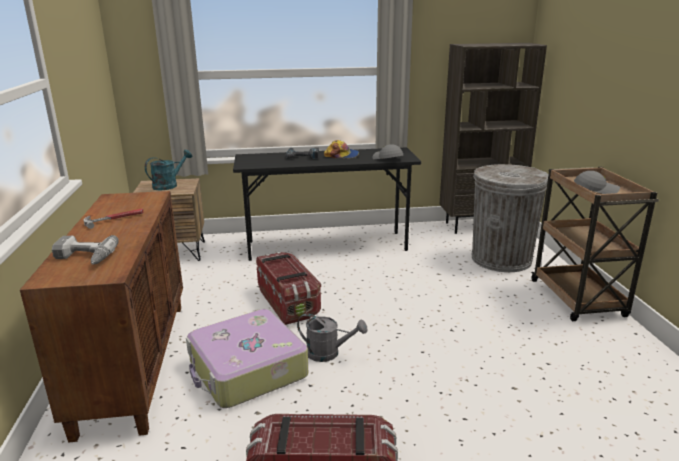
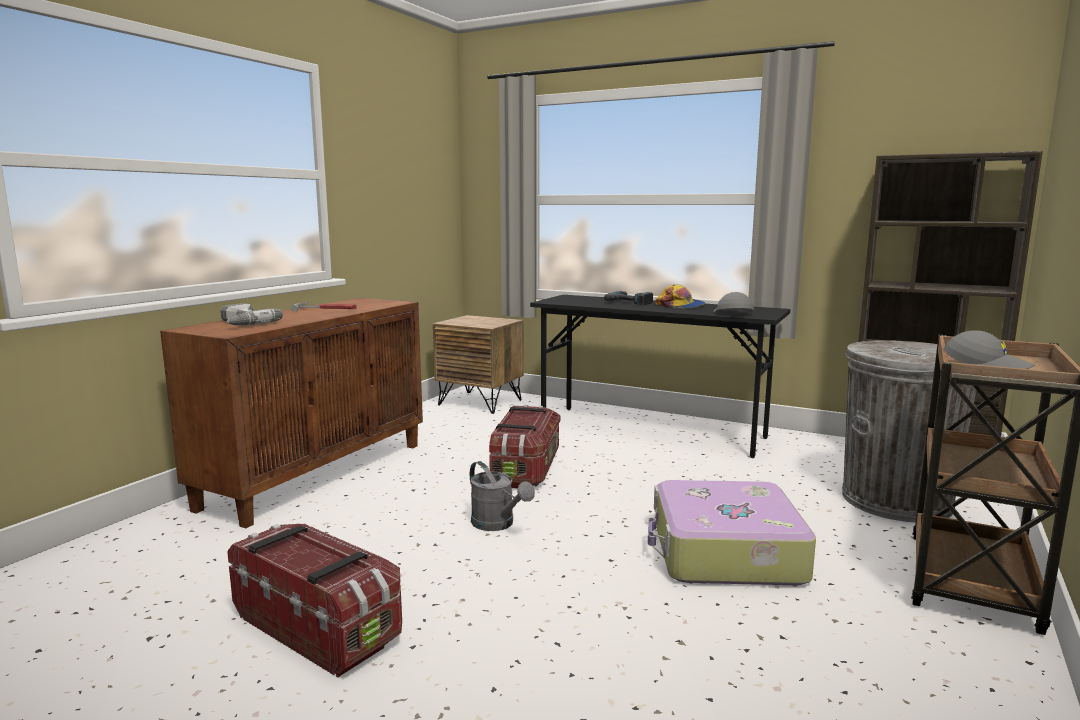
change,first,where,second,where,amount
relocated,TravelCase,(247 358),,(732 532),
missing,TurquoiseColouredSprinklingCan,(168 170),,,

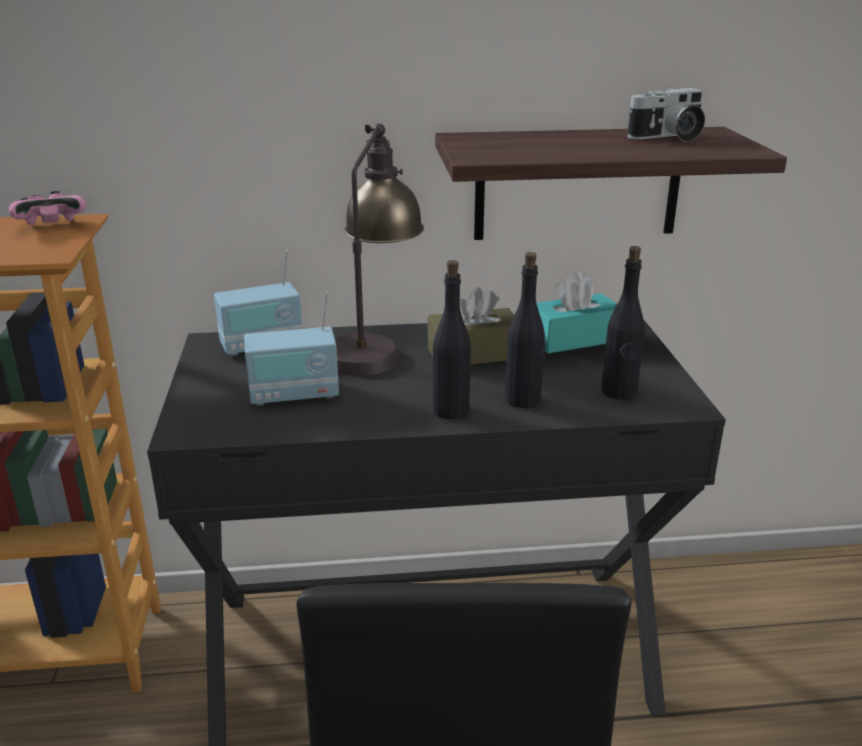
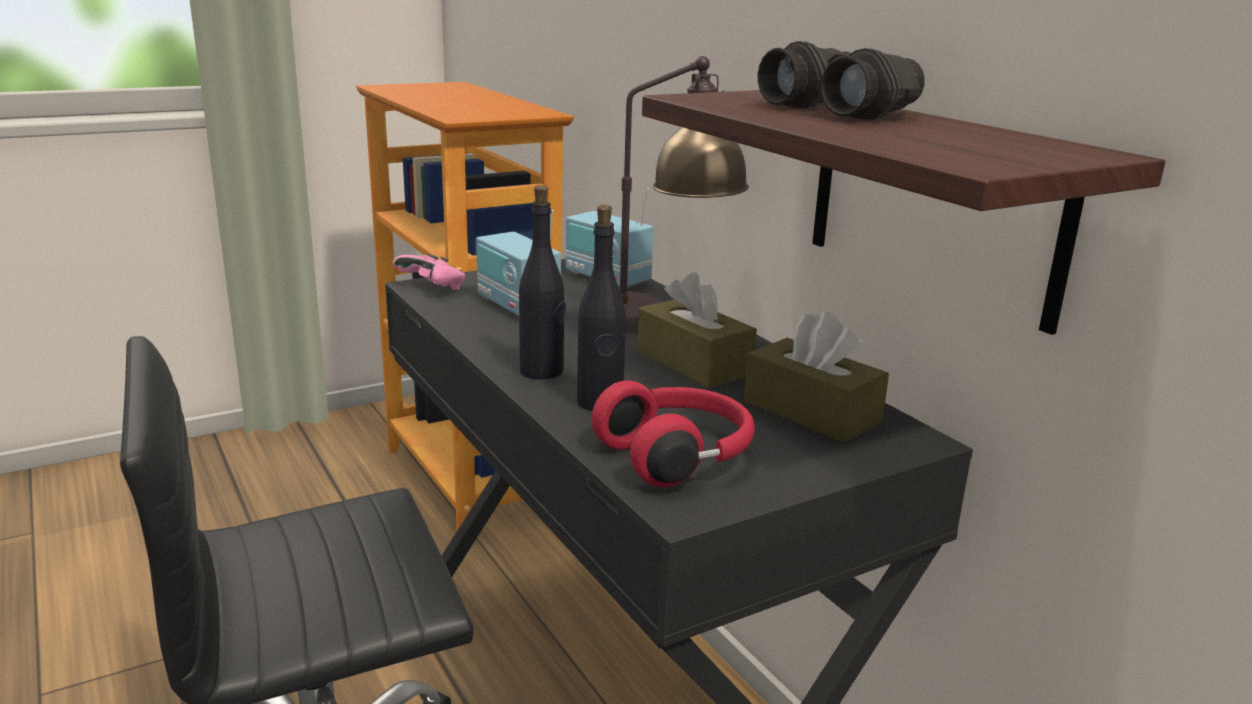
change,first,where,second,where,amount
relocated,PinkishGameController,(47 208),,(429 272),
exchanged,BlackishBottle,(623 323),ReddishHeadphones,(673 433),
colour,TurquoiseColouredBoxOfTissues,(577 312),BrownBoxOfTissues,(816 377),
appeared,,,BlackishPairOfBinoculars,(841 80),
missing,StillCamera,(666 115),,,

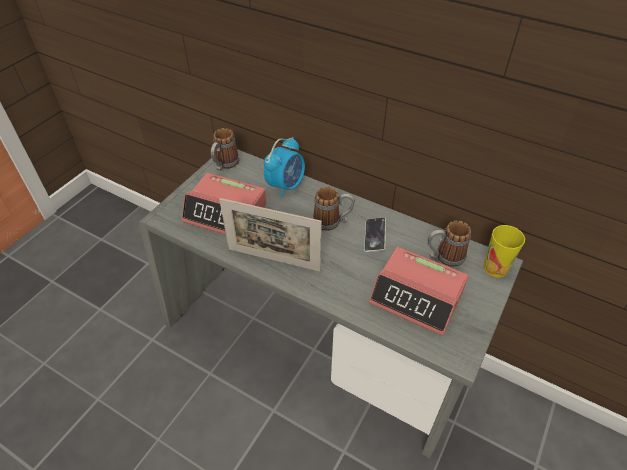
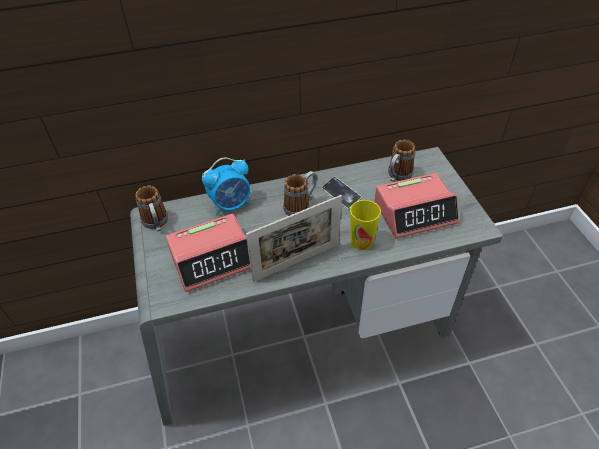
change,first,where,second,where,amount
spun,AlarmClock,(284 167),,(226 186),75 degrees clockwise
relocated,Cup,(504 251),,(365 225),

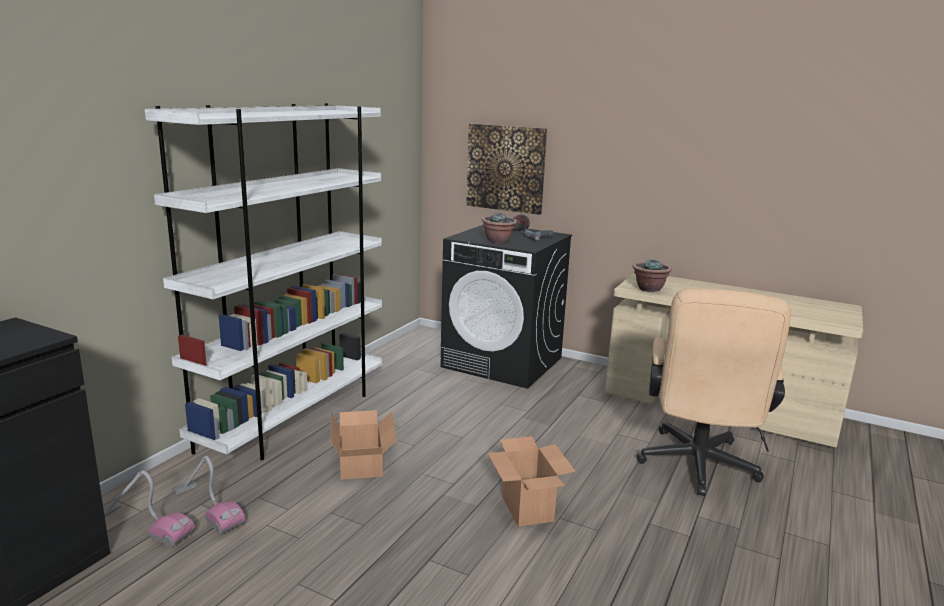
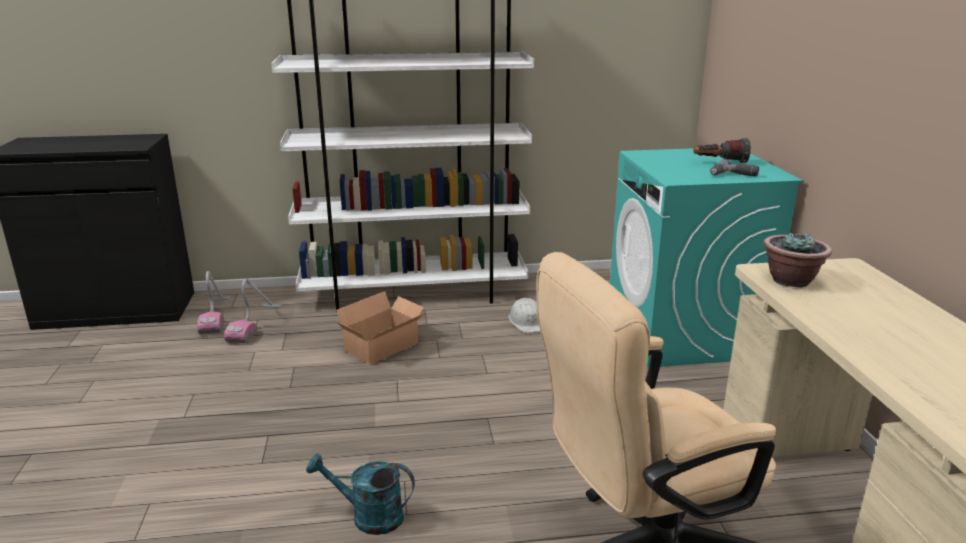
change,first,where,second,where,amount
appeared,,,TurquoiseColouredSprinklingCan,(360 494),
appeared,,,WhiteSafetyHelmet,(524 315),
colour,BlackishLaundryMachine,(506 307),TurquoiseColouredLaundryMachine,(707 257),
missing,Picture,(506 169),,,
missing,Houseplant,(499 228),,,
missing,PackingBox,(531 481),,,

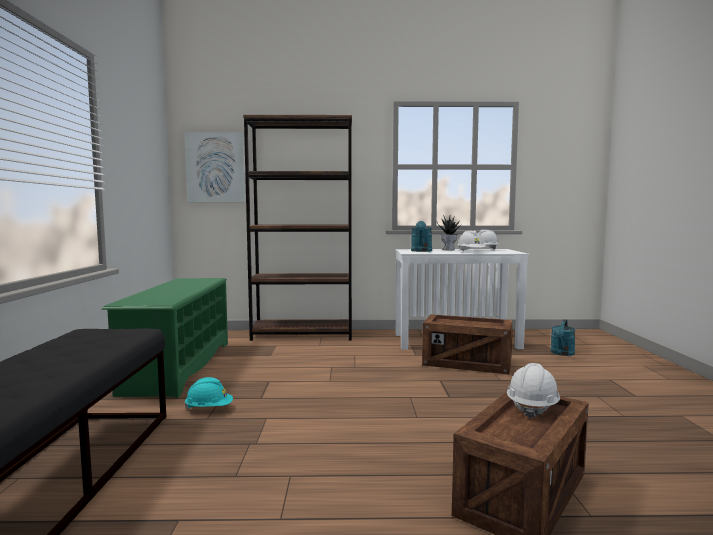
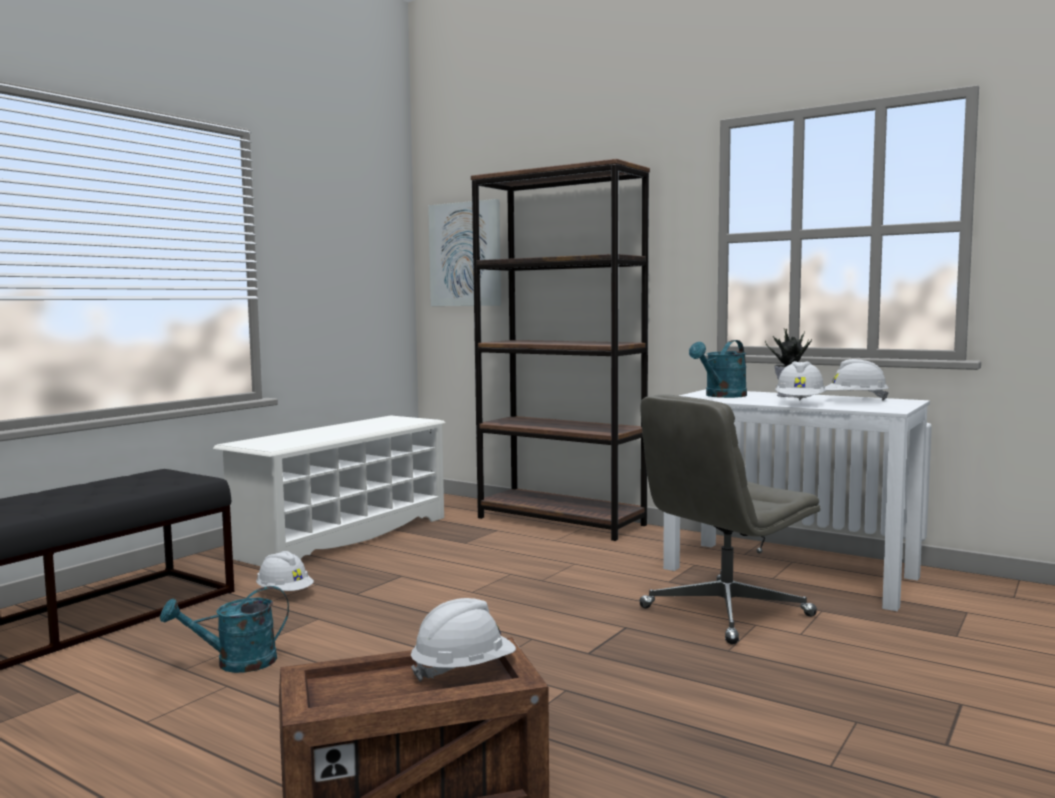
change,first,where,second,where,amount
relocated,TurquoiseColouredSprinklingCan,(563 337),,(224 629),
colour,GreenShoeStand,(165 338),WhiteShoeStand,(329 490),
colour,TurquoiseColouredSafetyHelmet,(208 393),WhiteSafetyHelmet,(285 571),
exchanged,ShippingCrate,(467 344),GreyOfficeChair,(730 519),

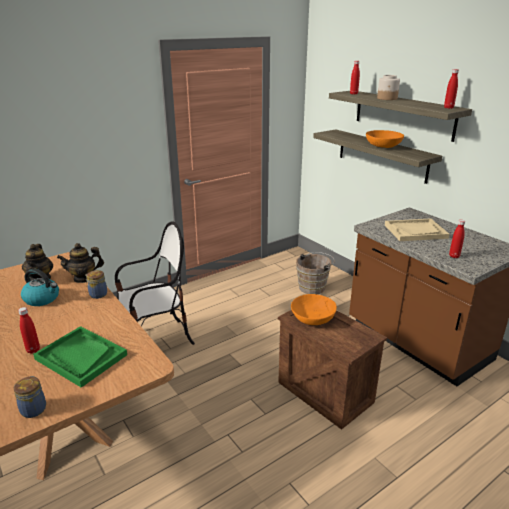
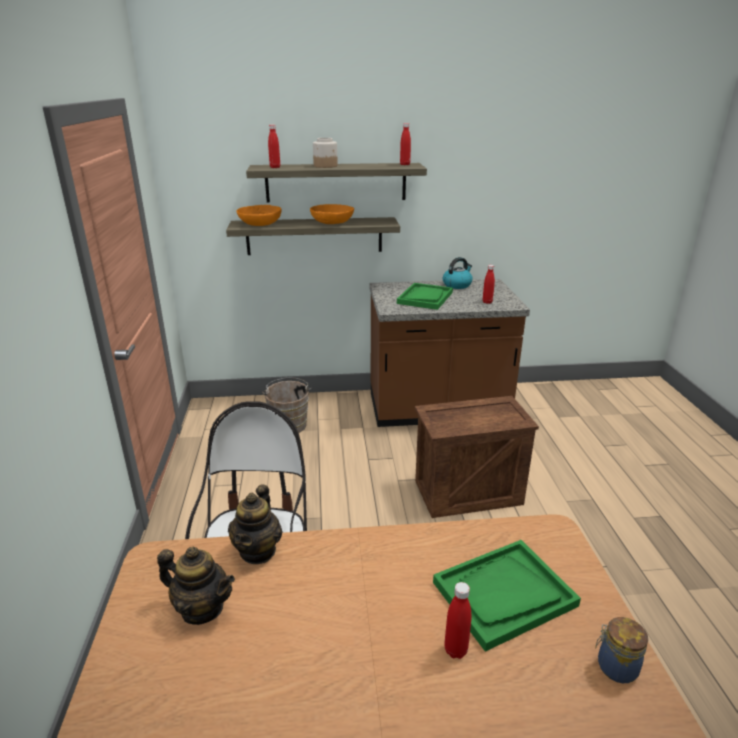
change,first,where,second,where,amount
relocated,OrangeColouredServingBowl,(314 309),,(259 215),
colour,SandColouredCarryingTray,(417 230),GreenCarryingTray,(425 296),
relocated,WaterKettle,(40 287),,(458 273),
missing,StorageJar,(96 284),,,

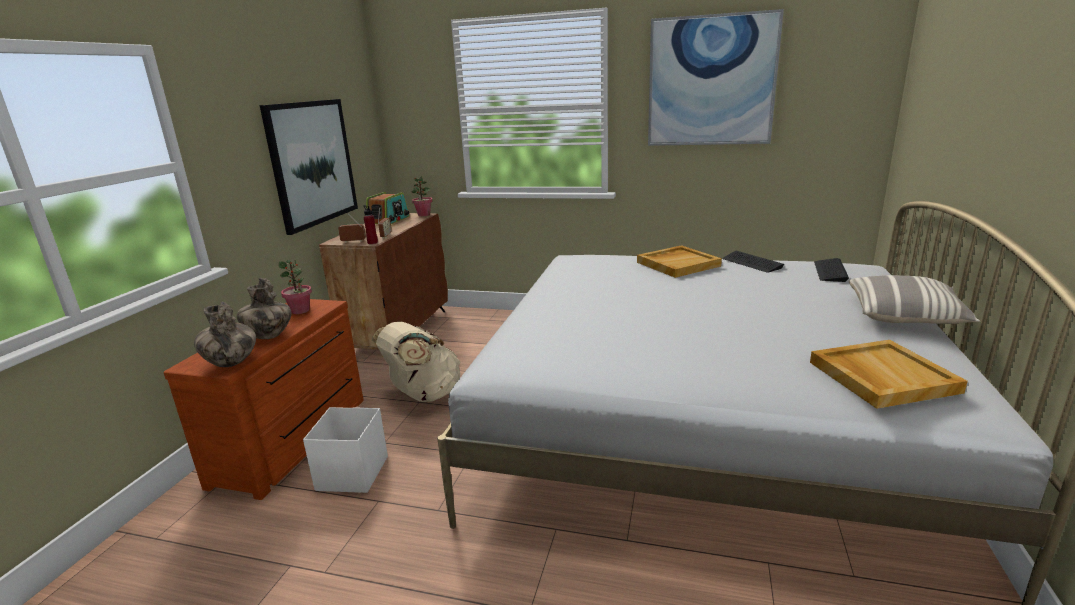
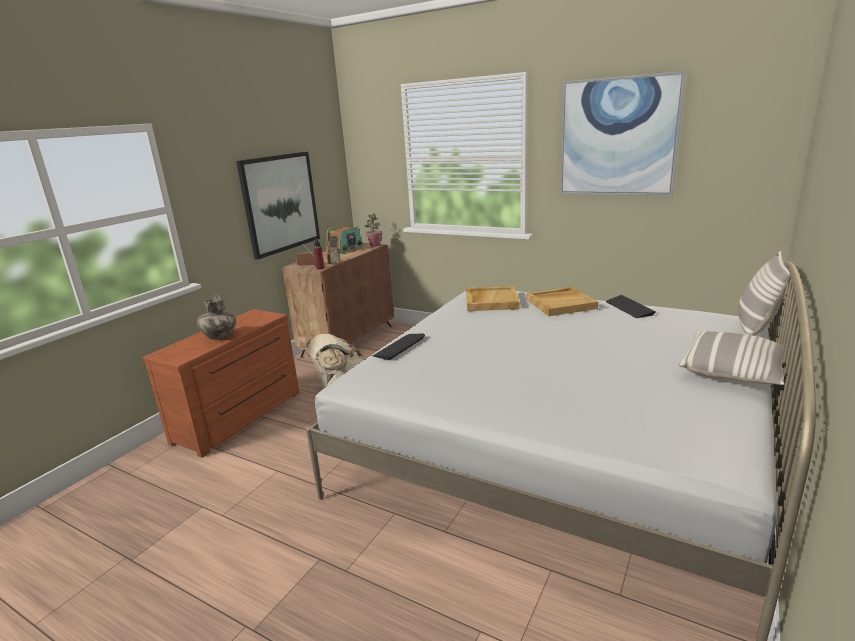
change,first,where,second,where,amount
relocated,Keyboard,(831 270),,(399 346),
relocated,SandColouredCarryingTray,(889 374),,(493 298),
appeared,,,Cushion,(764 293),
missing,FlowerVase,(225 334),,,
missing,Houseplant,(295 286),,,
missing,WhiteStorageBin,(345 450),,,

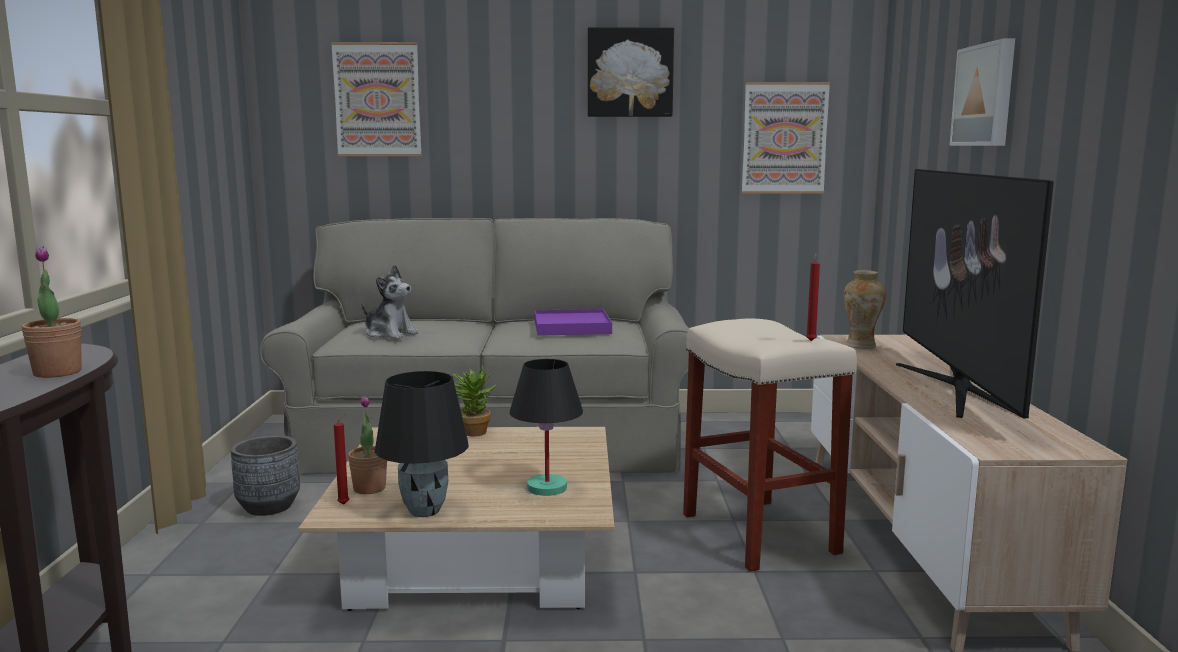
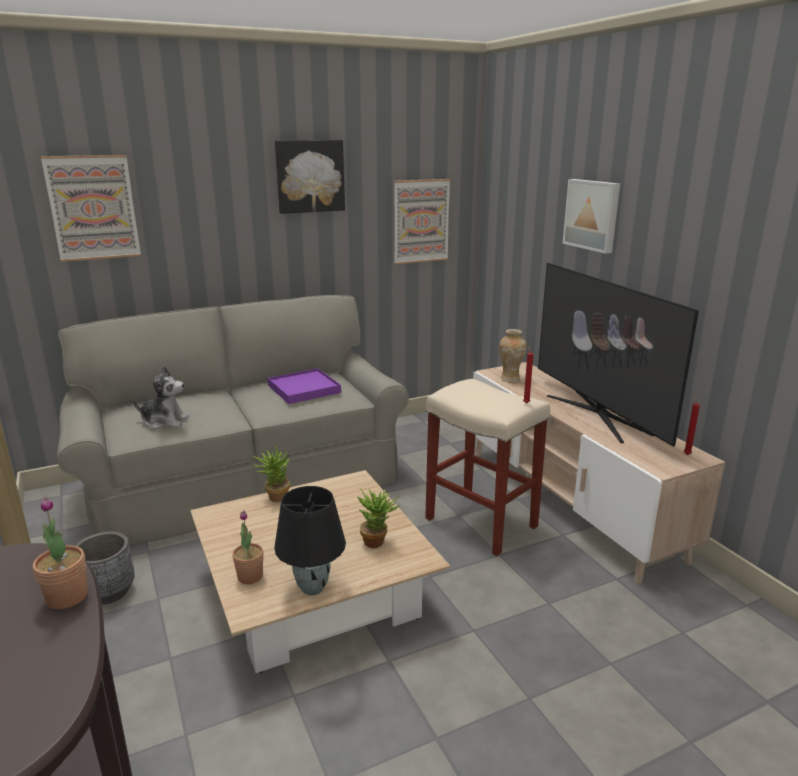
change,first,where,second,where,amount
exchanged,BlackishTableLamp,(546 427),Houseplant,(378 517),
relocated,ReddishCandle,(341 458),,(692 426),

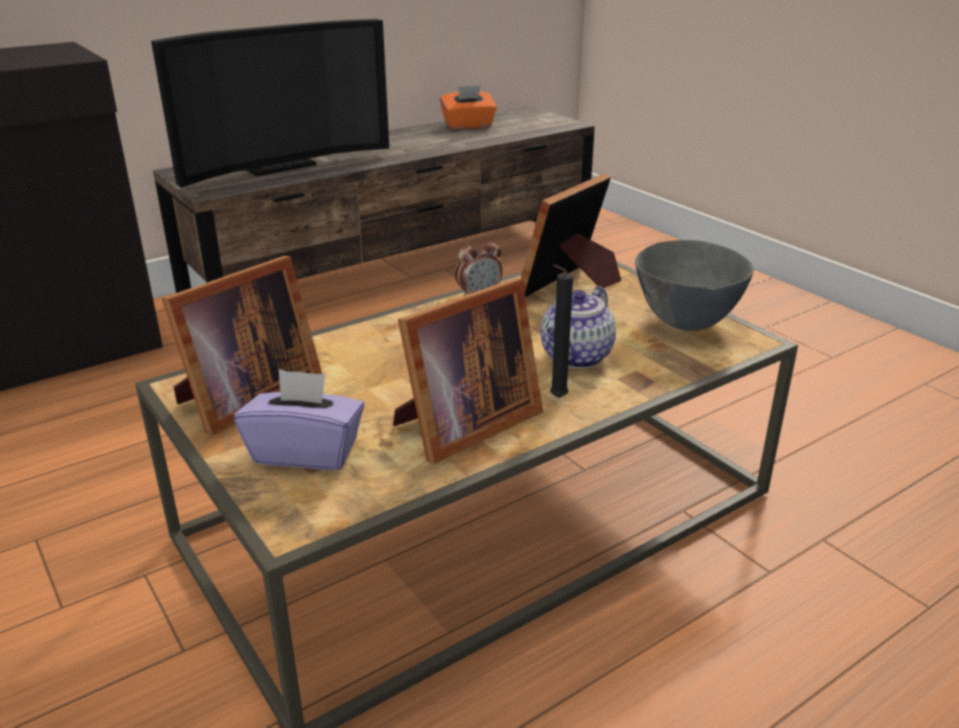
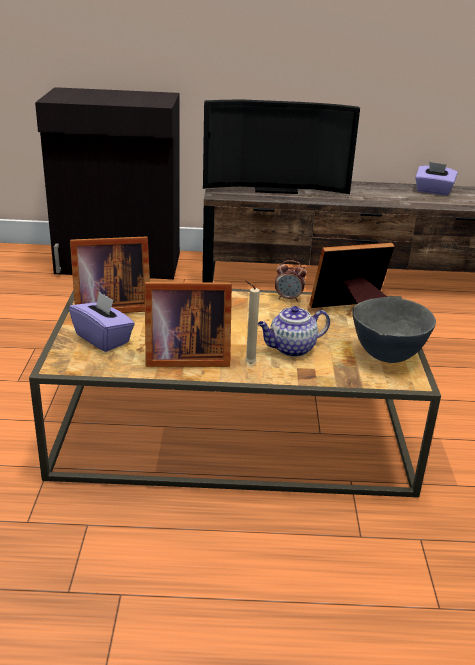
change,first,where,second,where,amount
colour,BlackishCandle,(561 331),SandColouredCandle,(252 322),
colour,OrangeColouredBoxOfTissues,(468 107),PurplishBoxOfTissues,(436 179),

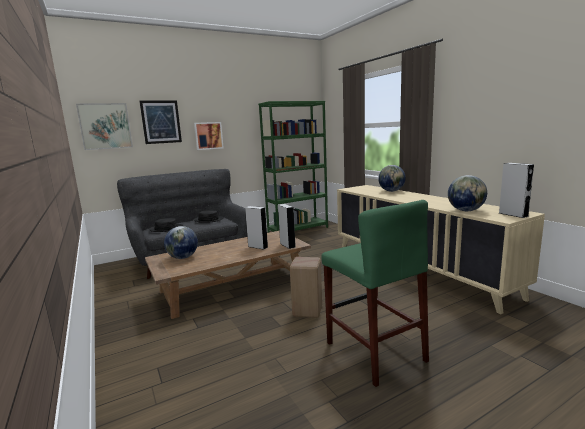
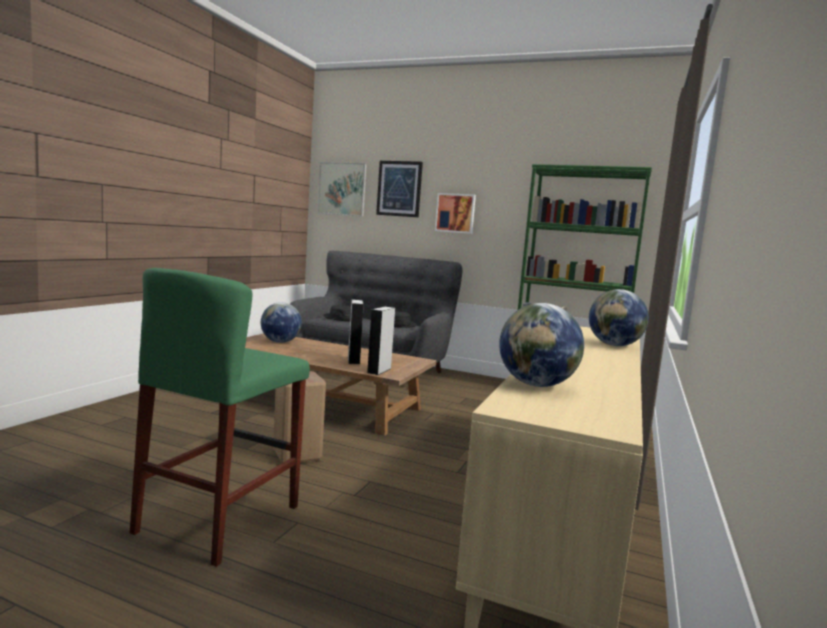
change,first,where,second,where,amount
missing,GreyLoudspeaker,(516 190),,,

